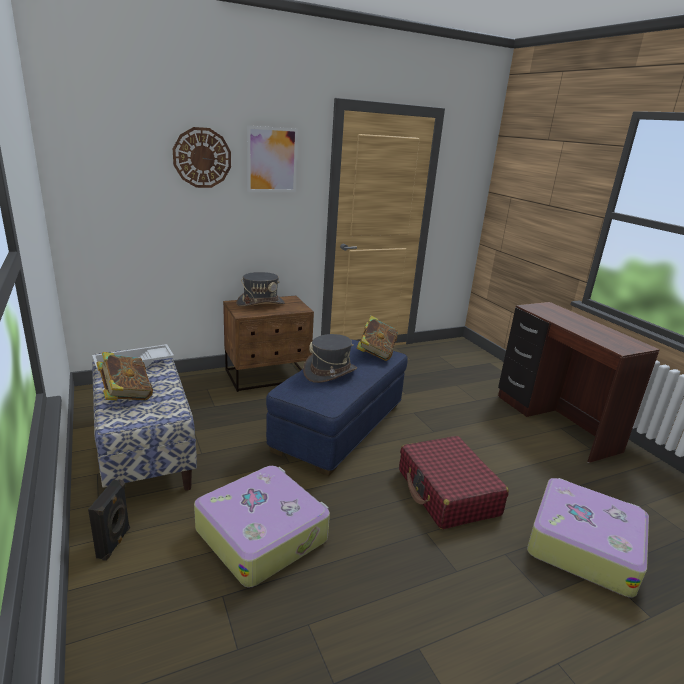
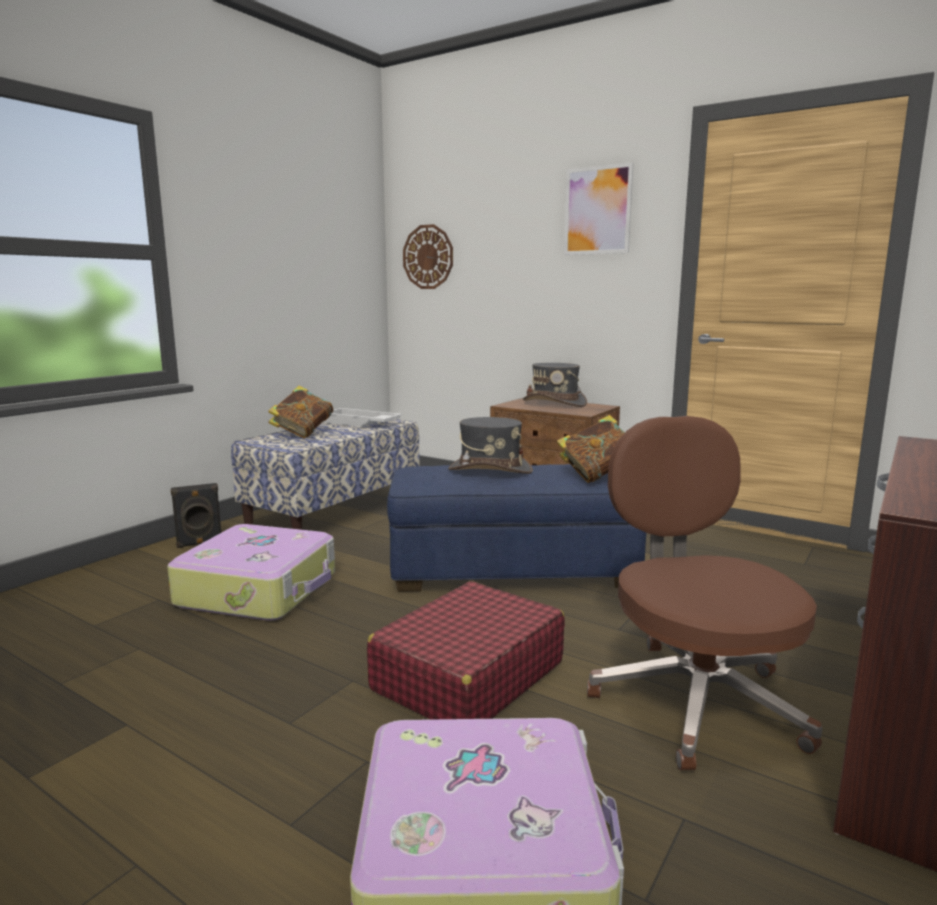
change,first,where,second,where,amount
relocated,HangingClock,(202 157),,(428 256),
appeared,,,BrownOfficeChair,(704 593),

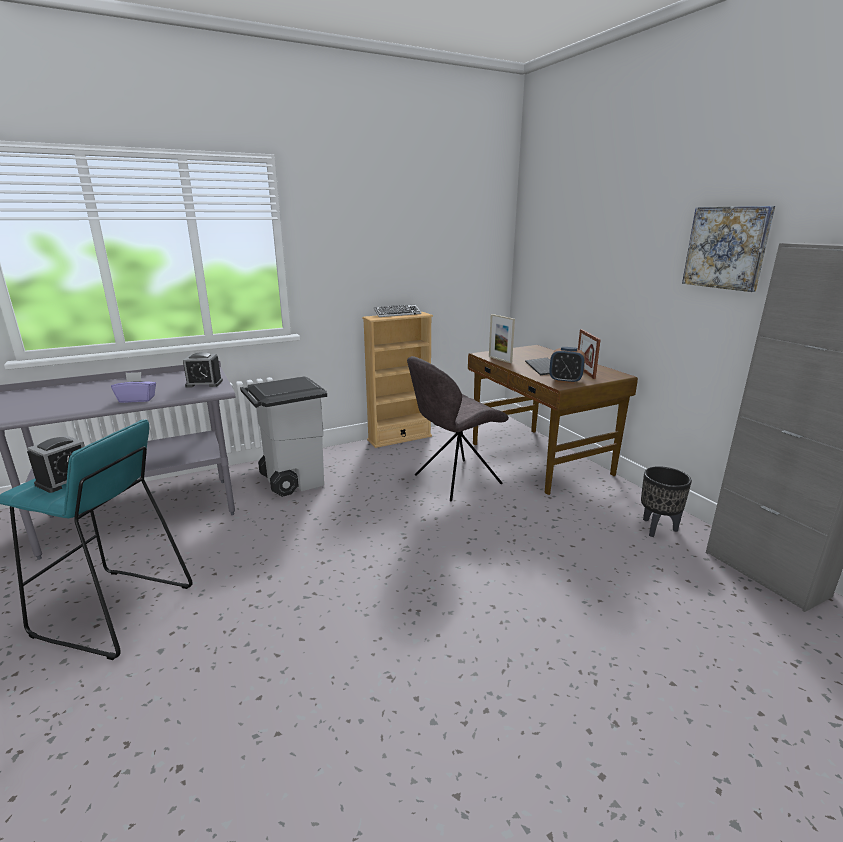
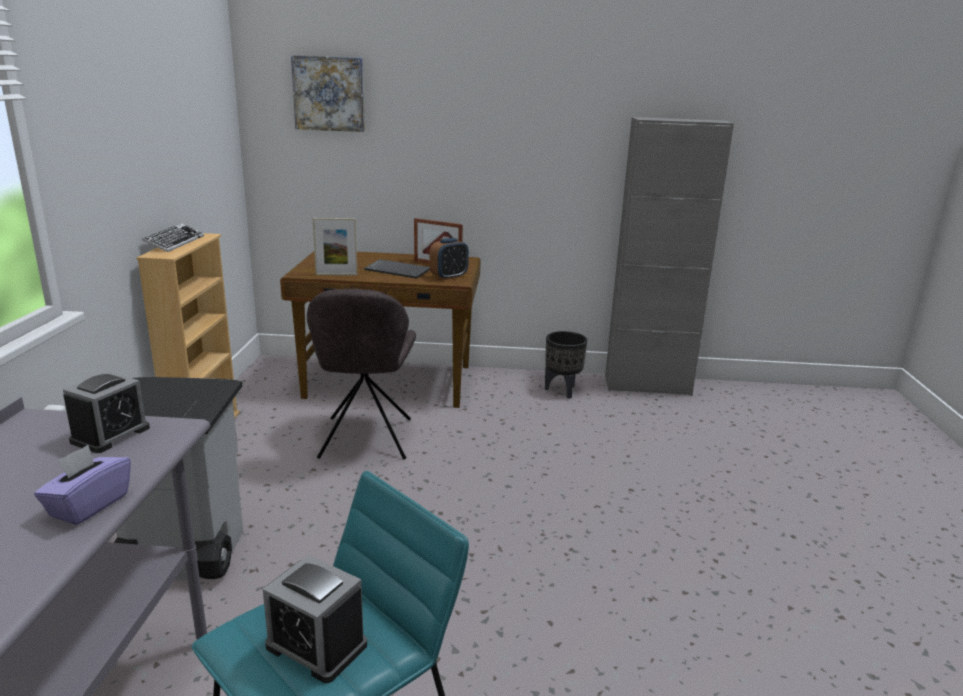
change,first,where,second,where,amount
spun,AlarmClock,(56 464),,(315 619),150 degrees clockwise
relocated,Picture,(728 249),,(328 93),

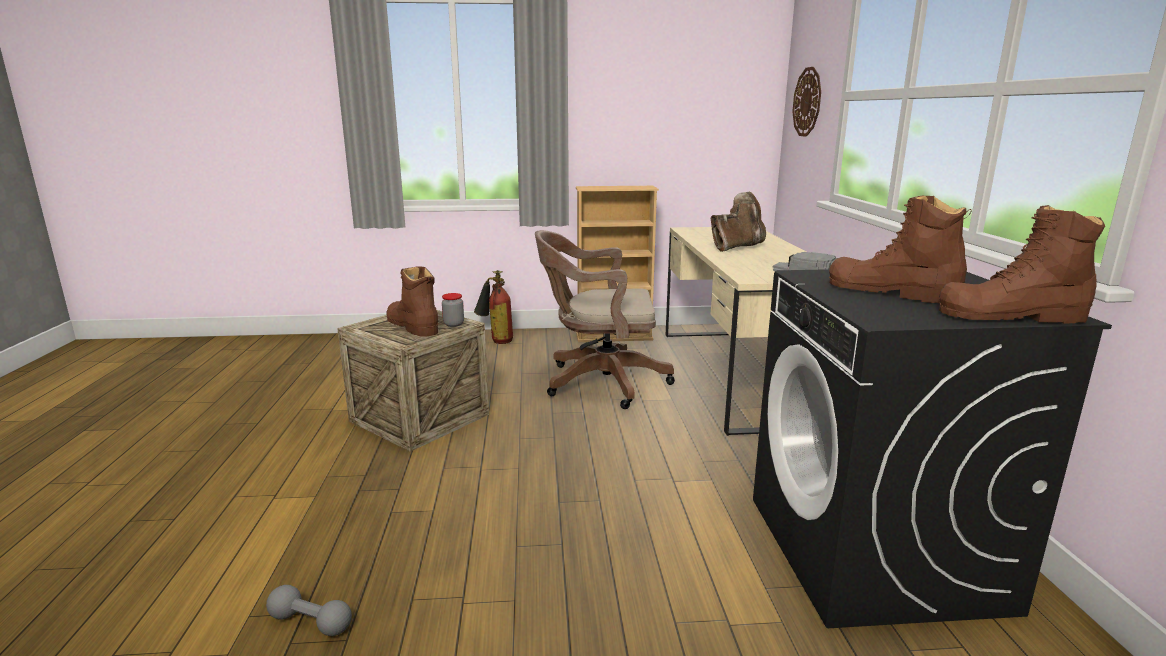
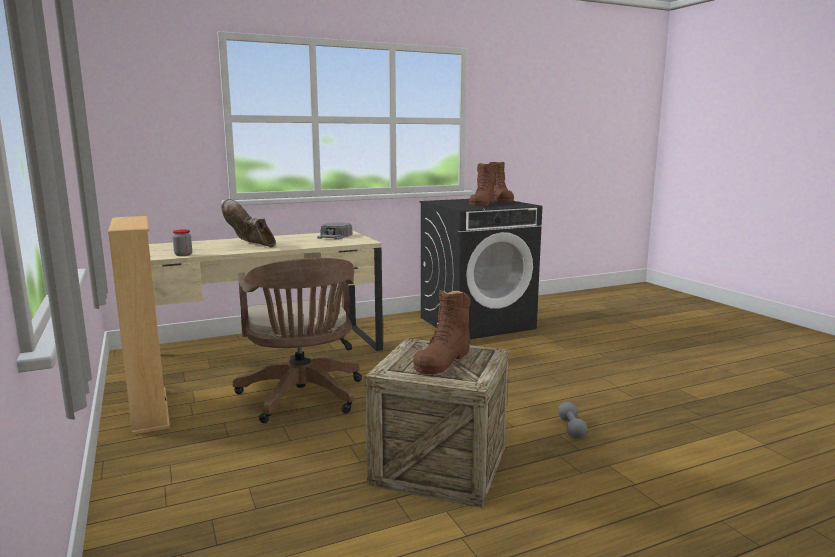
change,first,where,second,where,amount
relocated,StorageJar,(453 310),,(182 242),
relocated,GreyHandWeight,(309 610),,(572 420),
missing,FireExtinguisher,(493 307),,,
missing,HangingClock,(806 102),,,

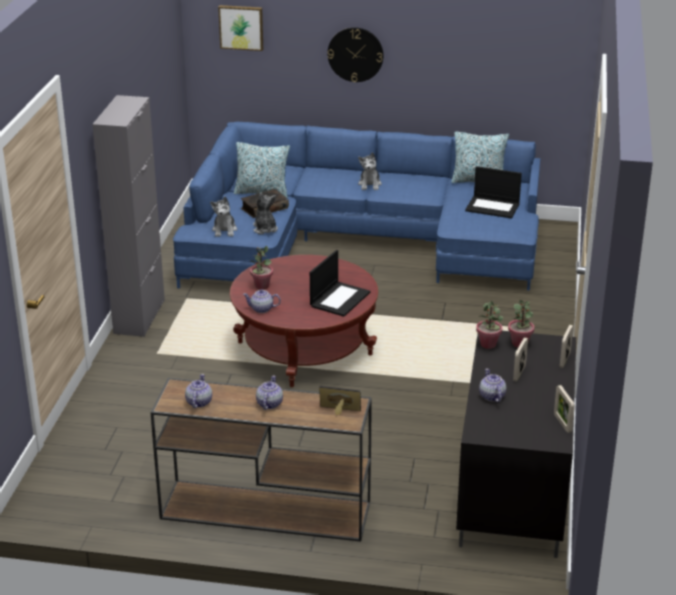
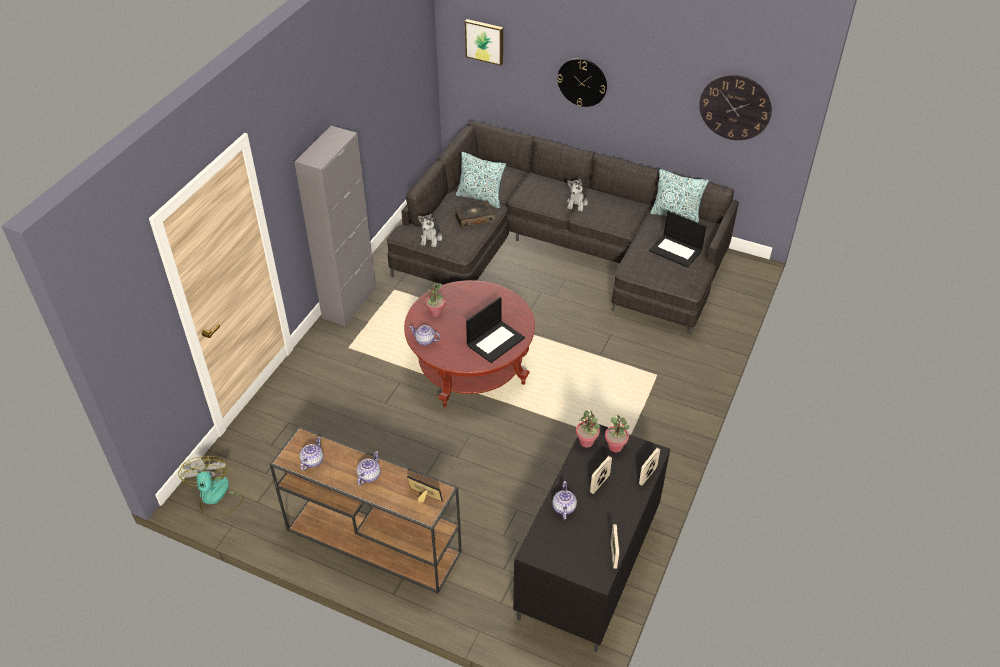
change,first,where,second,where,amount
appeared,,,Fan,(211 487),
colour,BlueColouredSofa,(356 206),GreySofa,(563 228),
appeared,,,HangingClock,(735 107),
missing,PlushToy,(265 213),,,

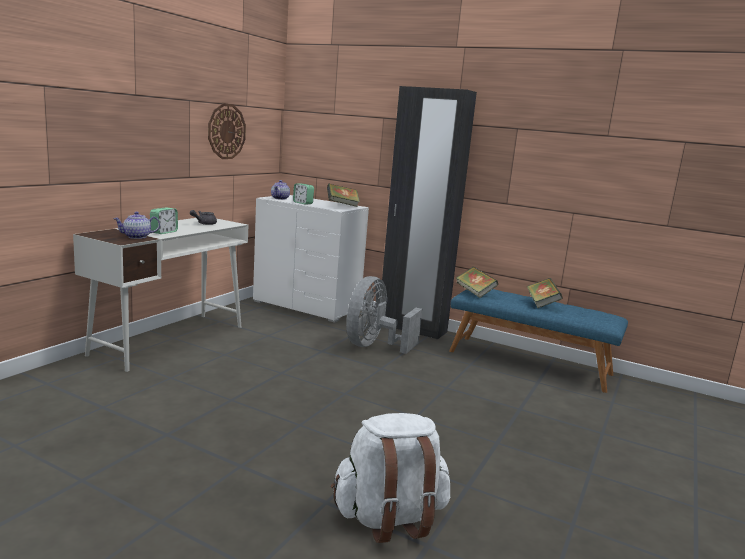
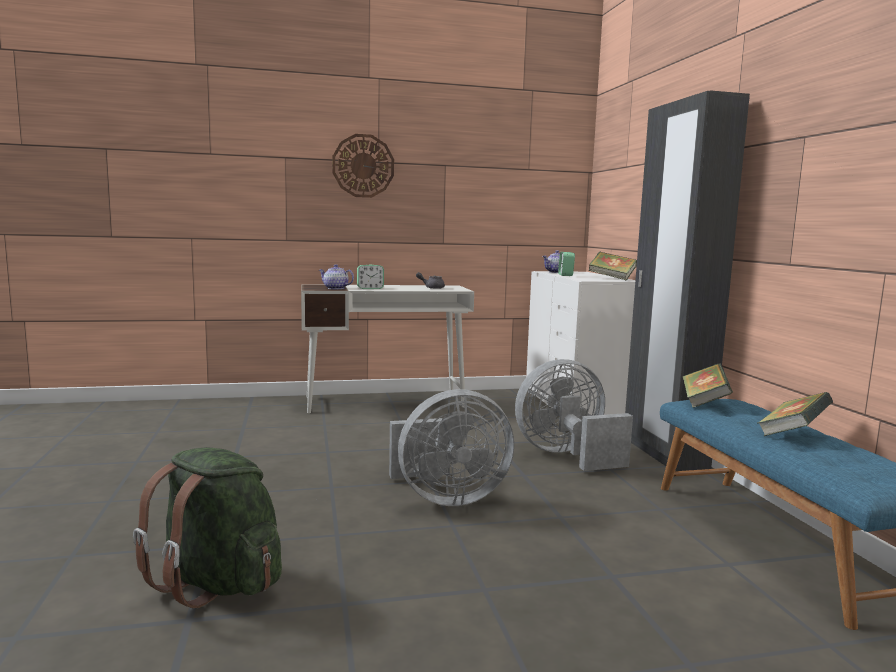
change,first,where,second,where,amount
colour,WhiteKnapsack,(390 478),GreenKnapsack,(207 527),
relocated,HangingClock,(227 131),,(363 166),
appeared,,,GreyFan,(451 447),

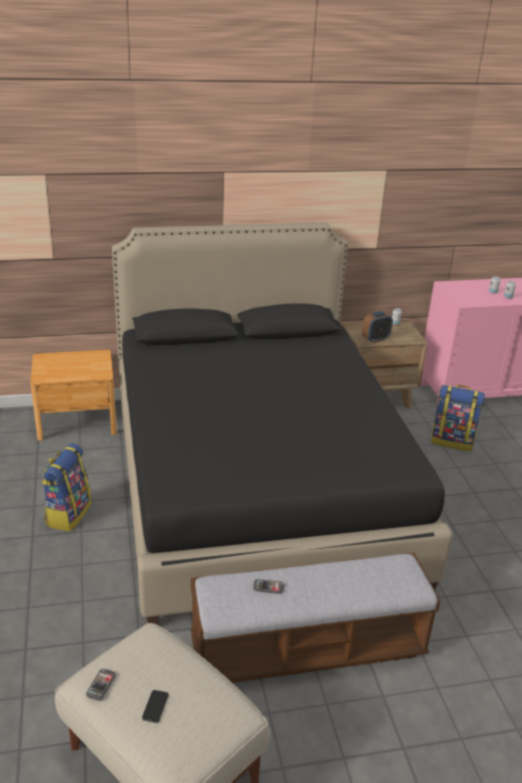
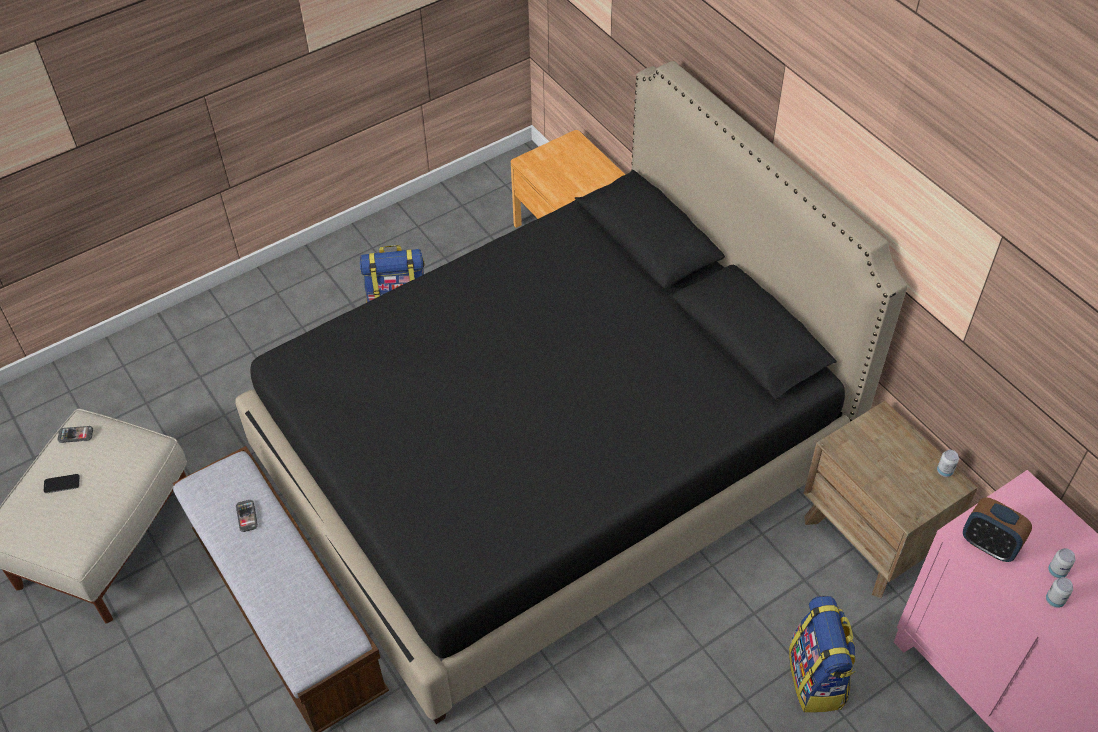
change,first,where,second,where,amount
relocated,AlarmClock,(377 327),,(997 529),

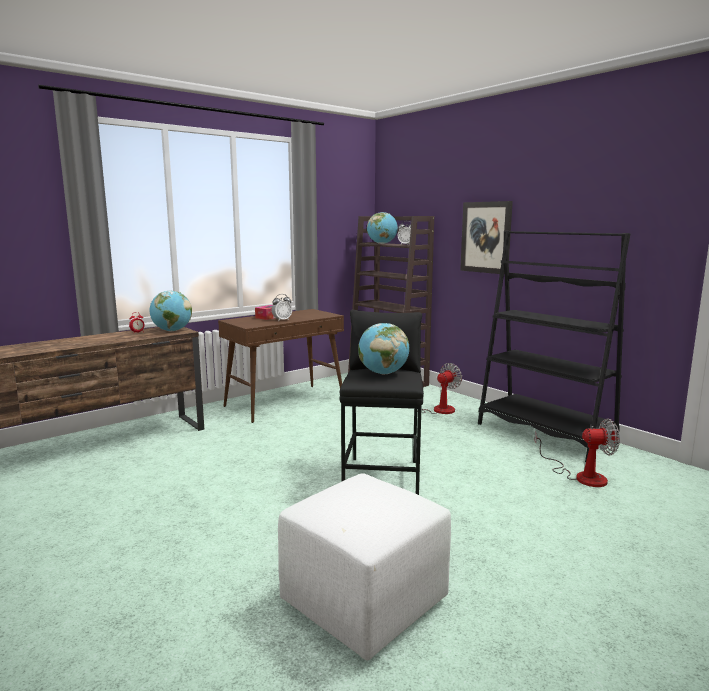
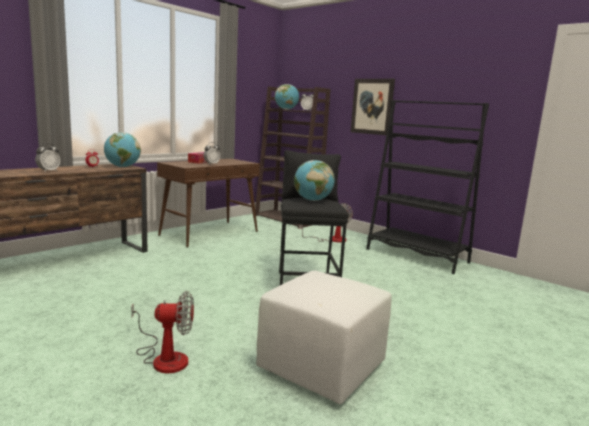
change,first,where,second,where,amount
appeared,,,AlarmClock,(47 157),
relocated,Fan,(577 452),,(162 332),

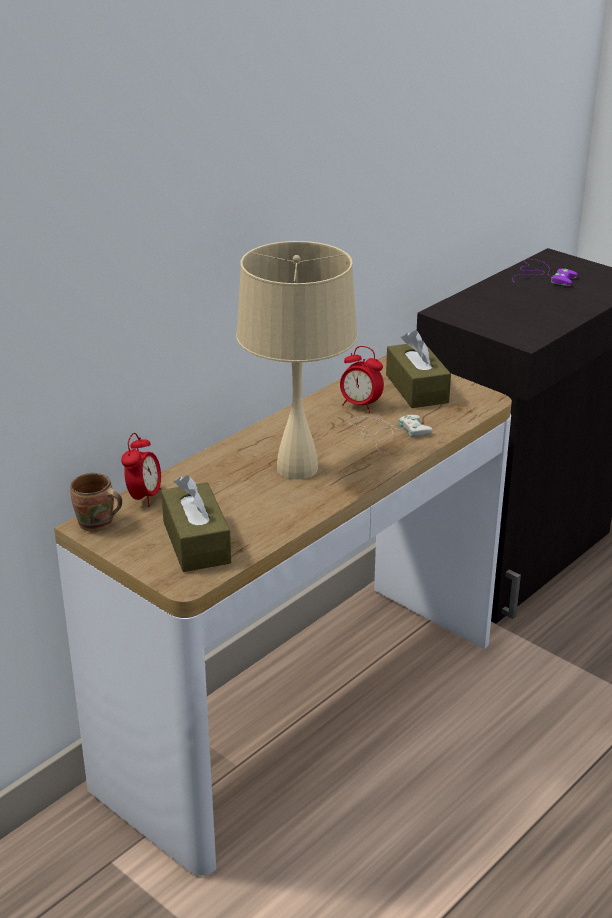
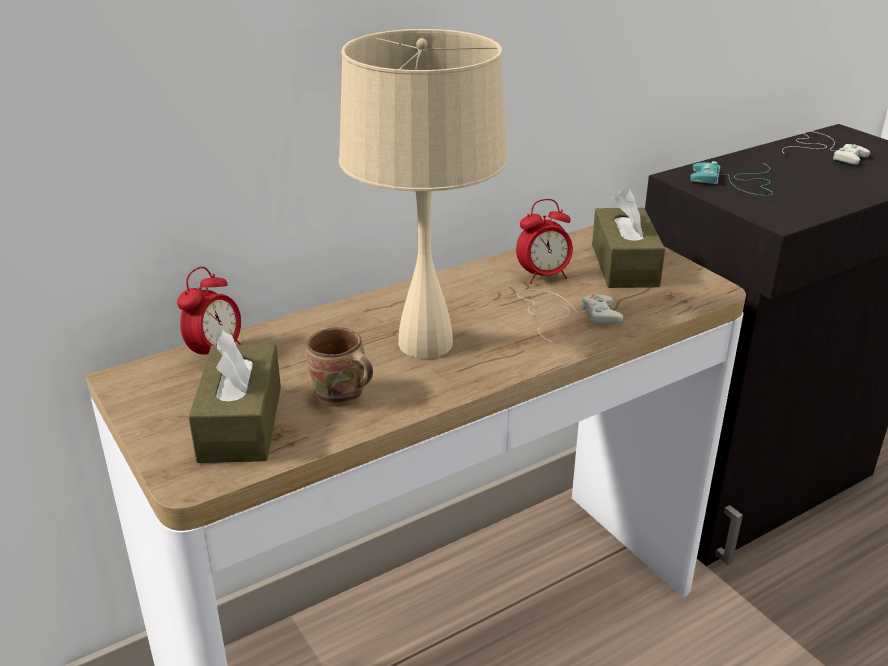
change,first,where,second,where,amount
relocated,BrownMug,(96 502),,(339 367),
spun,AlarmClock,(362 379),,(544 241),60 degrees counterclockwise
appeared,,,TurquoiseColouredGameController,(731 178),
colour,PurplishGameController,(545 272),WhiteGameController,(826 148),

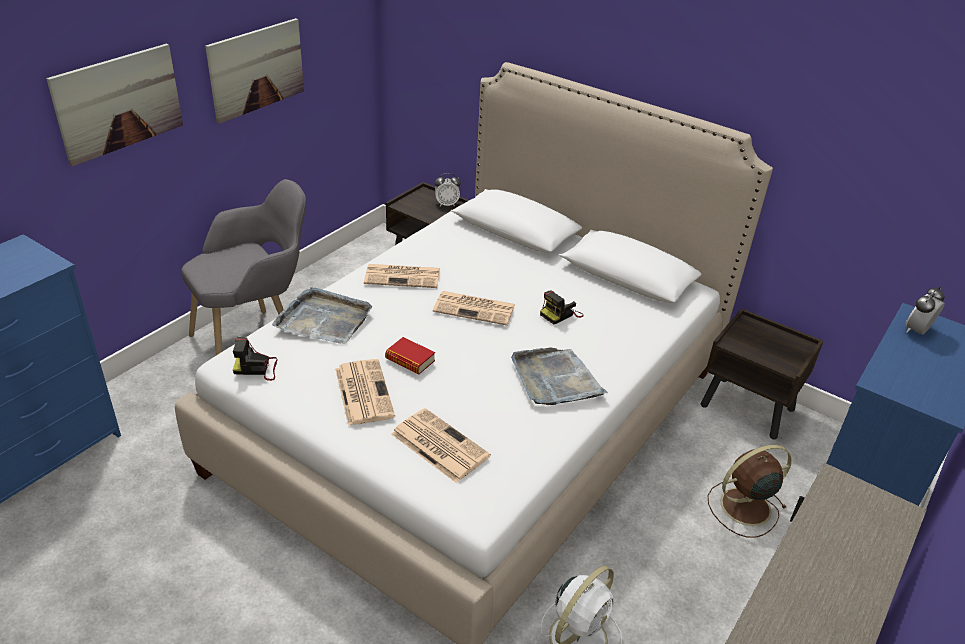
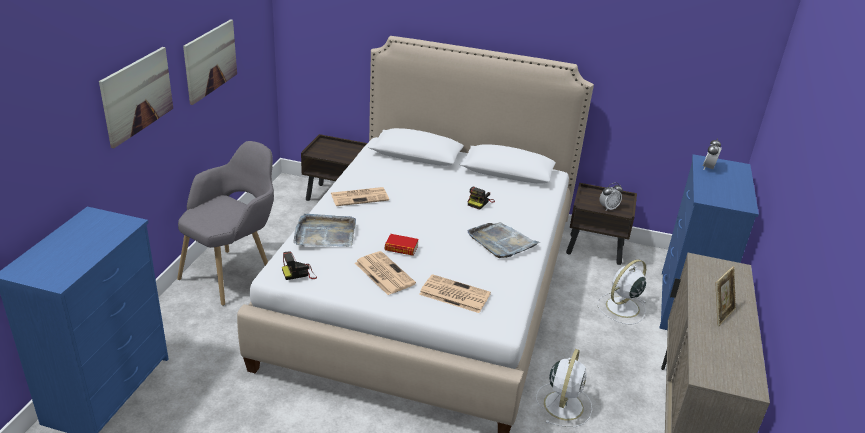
change,first,where,second,where,amount
colour,BrownFan,(750 491),WhiteFan,(622 292),
relocated,AlarmClock,(448 190),,(611 197),
appeared,,,StandingFrame,(725 296),
missing,PrintedPaper,(474 308),,,

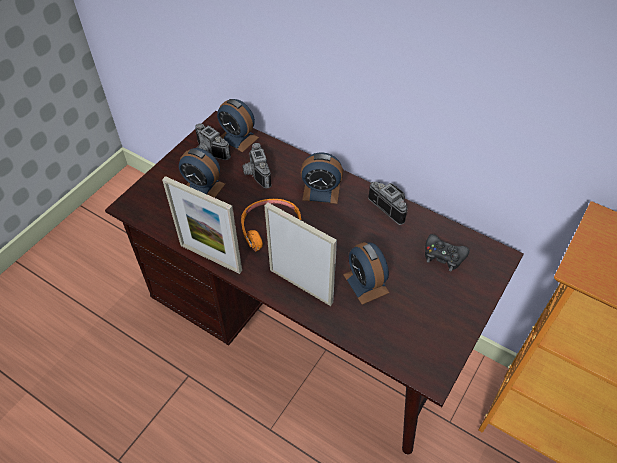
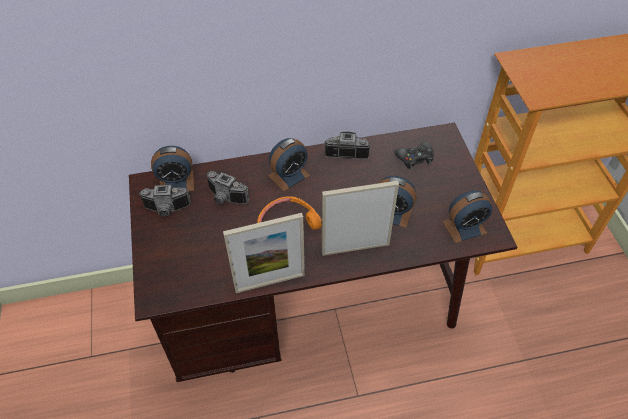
change,first,where,second,where,amount
relocated,AlarmClock,(202 173),,(467 216),

